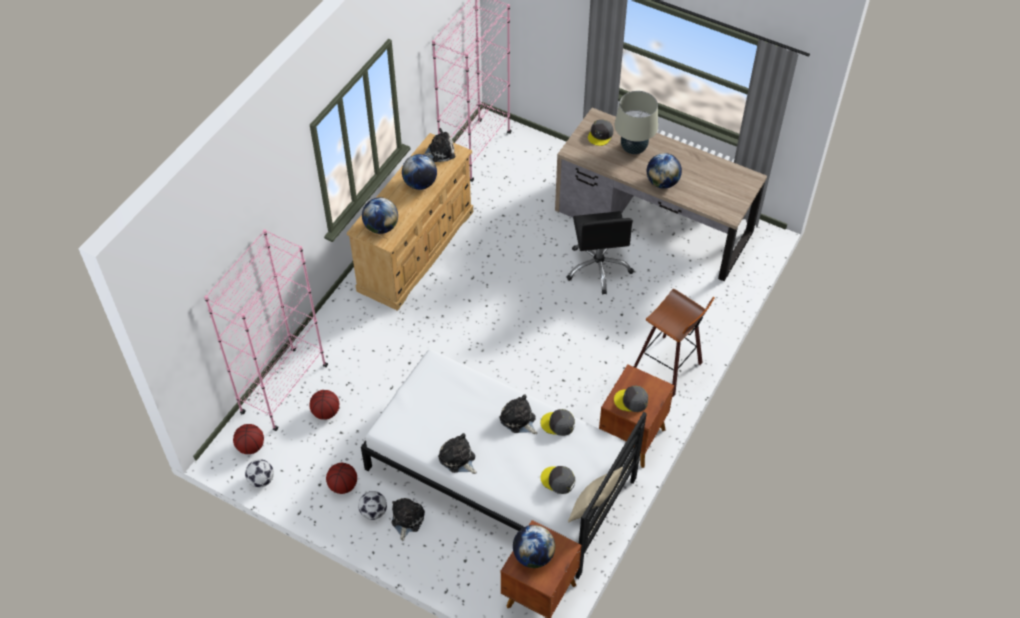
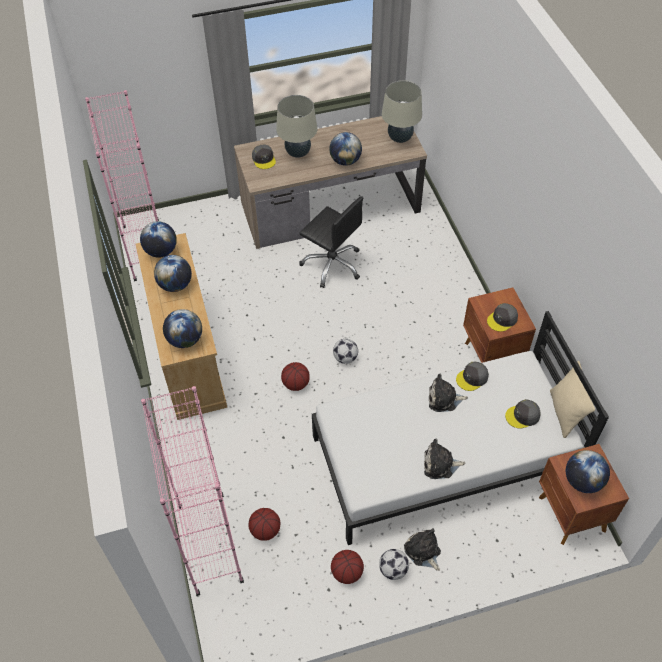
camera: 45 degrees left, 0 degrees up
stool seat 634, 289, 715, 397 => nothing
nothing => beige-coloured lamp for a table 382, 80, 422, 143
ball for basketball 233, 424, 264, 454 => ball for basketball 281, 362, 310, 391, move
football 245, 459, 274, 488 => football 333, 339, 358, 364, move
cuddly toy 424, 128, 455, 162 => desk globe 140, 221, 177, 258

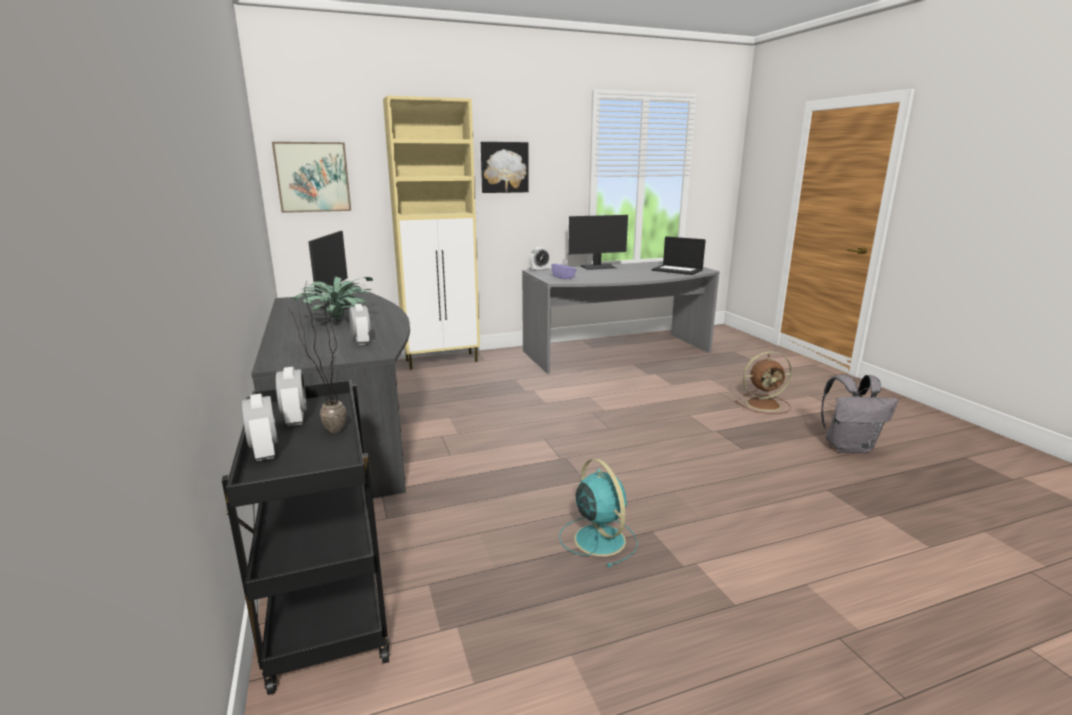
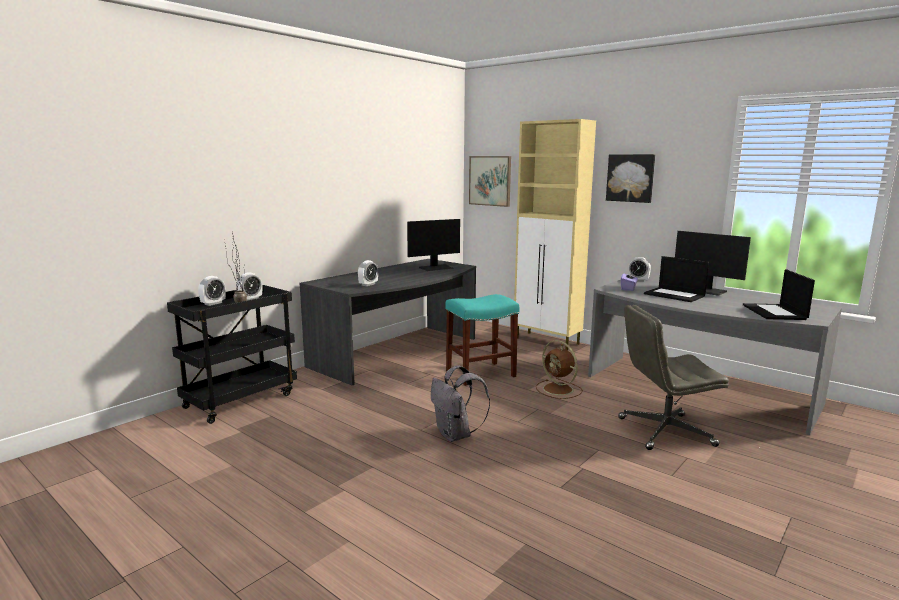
camera: 60 degrees right, 5 degrees down
plant in a pot 293, 276, 373, 322 => nothing
turquoise-coloured fan 559, 458, 638, 567 => nothing
nothing => turquoise-coloured stool seat 445, 294, 519, 386
nothing => gray desk chair 618, 305, 729, 450
nothing => portable computer 644, 256, 709, 302
brown-coloured fan 735, 351, 792, 414 => brown-coloured fan 536, 340, 583, 399, move
gray rucksack 821, 375, 898, 453 => gray rucksack 431, 366, 490, 442, move

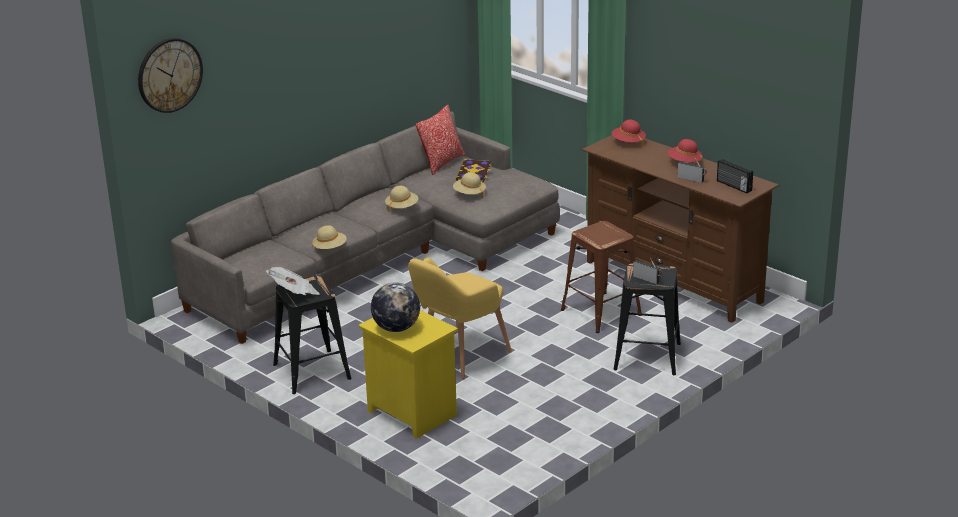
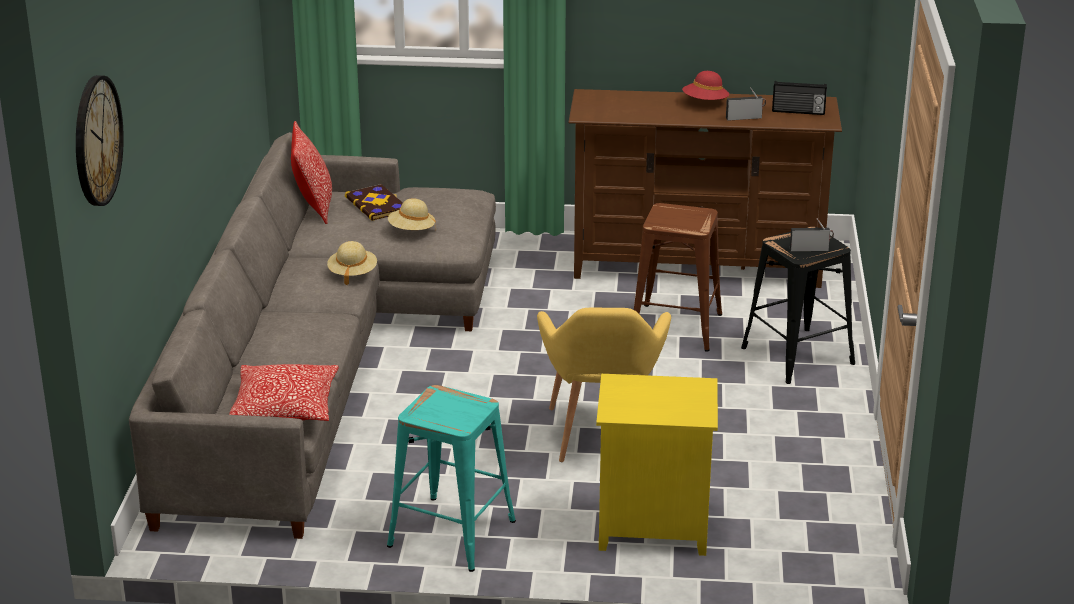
camera: 40 degrees left, 0 degrees up
daily paper 266, 267, 320, 295 => nothing
beige-coloured hat 312, 225, 346, 249 => nothing
desk globe 371, 282, 420, 332 => nothing
reddish hat 612, 120, 646, 147 => nothing
nothing => cushion 229, 364, 339, 421
black stool seat 273, 276, 352, 394 => turquoise-coloured stool seat 387, 385, 516, 572

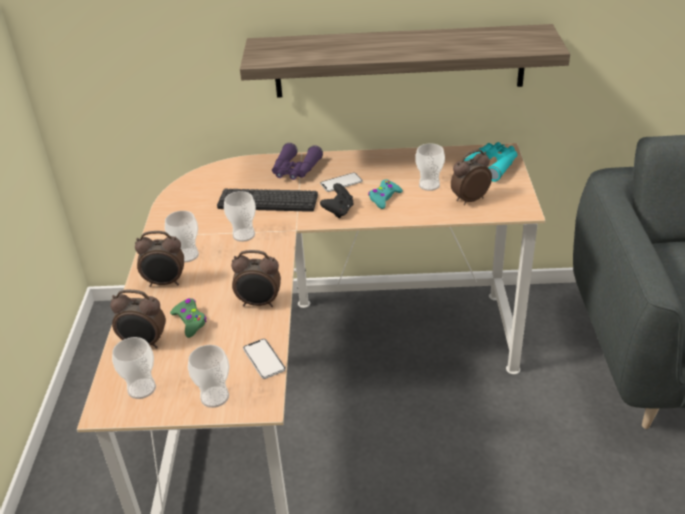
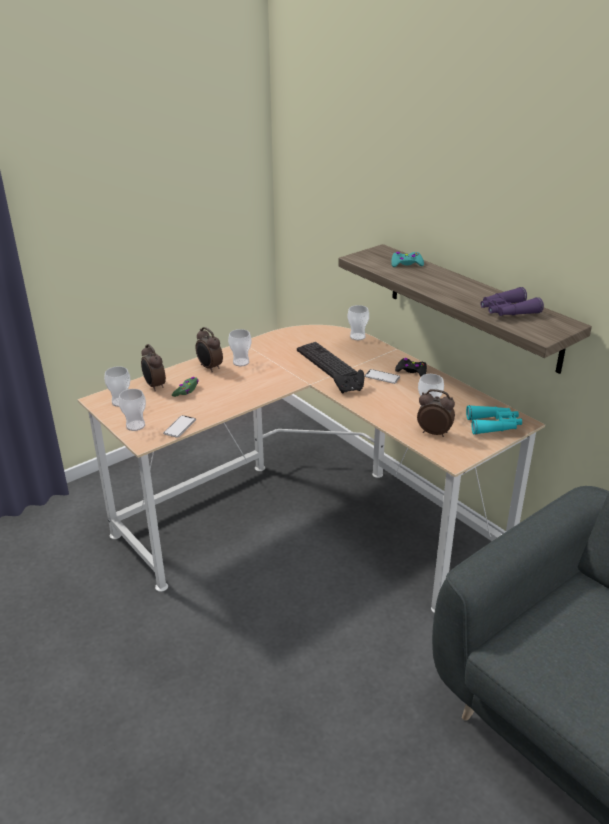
camera: 50 degrees right, 5 degrees down
alarm clock 231, 250, 281, 307 => nothing
nothing => black game controller 395, 358, 427, 376
cup 224, 191, 256, 242 => cup 348, 305, 369, 340, move
purple binoculars 272, 143, 323, 180 => purple binoculars 480, 287, 544, 316, move
turquoise-coloured game controller 368, 179, 403, 209 => turquoise-coloured game controller 391, 252, 424, 267, move

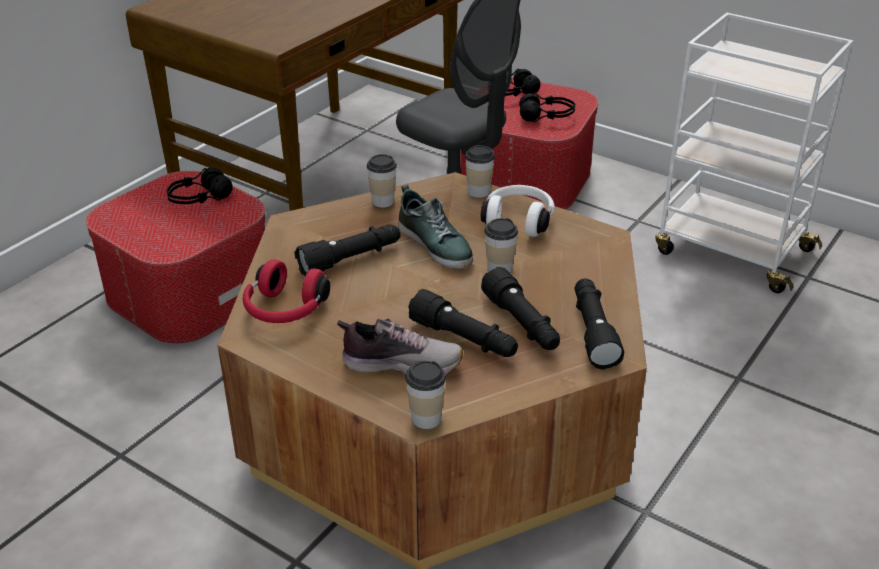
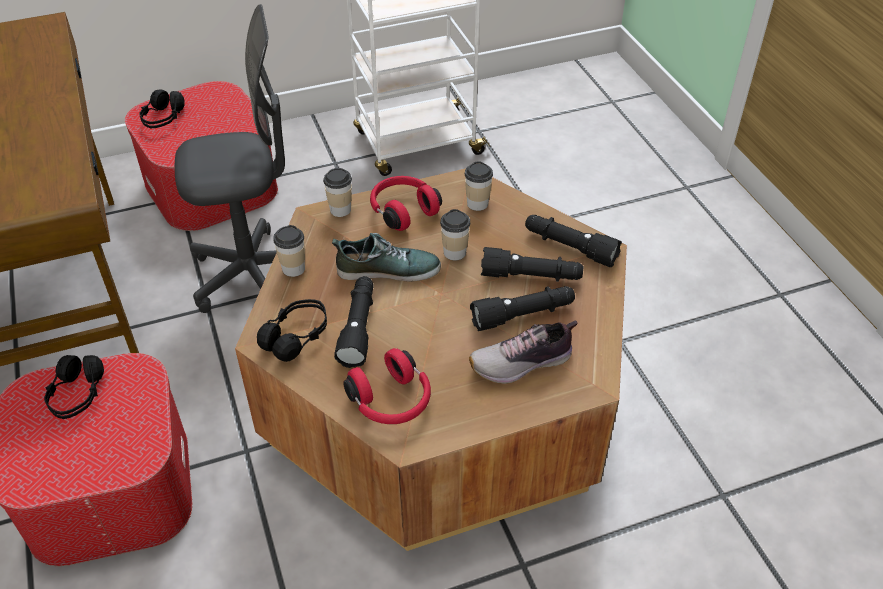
camera: 55 degrees left, 10 degrees up
cup 405, 361, 446, 429 => cup 465, 161, 493, 211, move
black pair of headphones 519, 92, 575, 122 => black pair of headphones 257, 299, 327, 362, move
white-coloured pair of headphones 481, 185, 555, 237 => reddish pair of headphones 370, 176, 442, 231
shoe 337, 318, 463, 374 => shoe 469, 320, 578, 384, 150 degrees counterclockwise

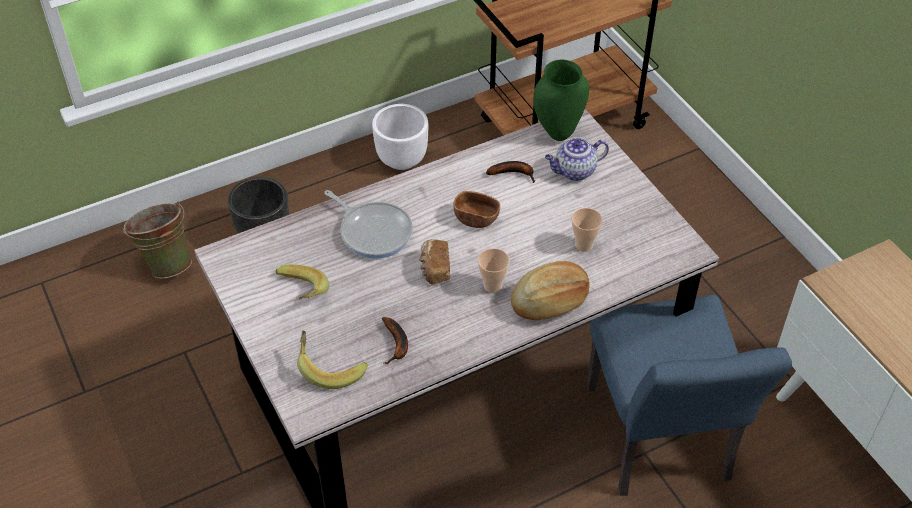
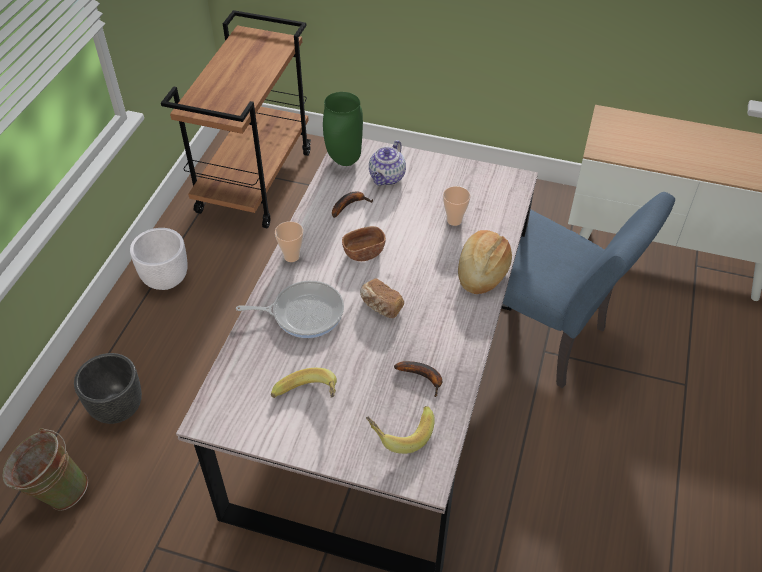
camera: 45 degrees left, 0 degrees up
cup 478, 248, 510, 293 => cup 275, 221, 303, 262, move

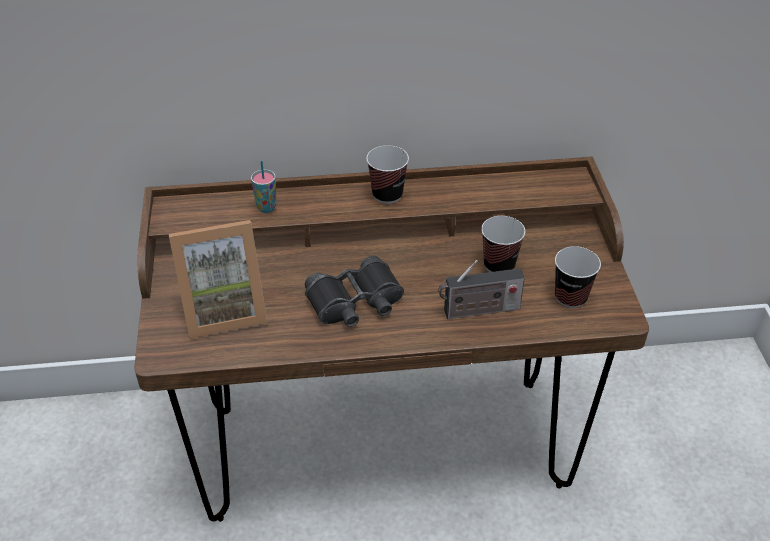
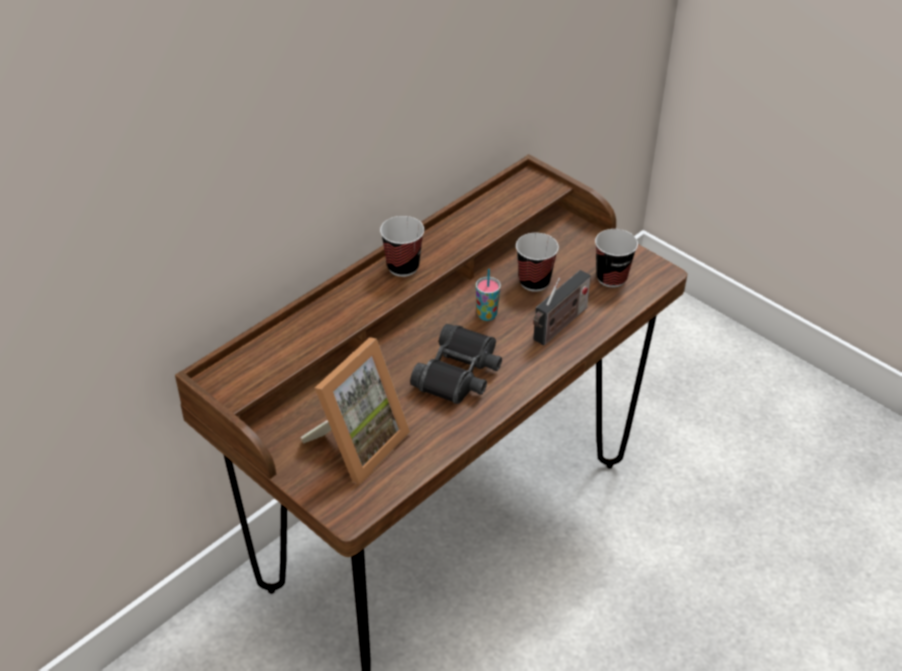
camera: 40 degrees left, 0 degrees up
cup 251, 160, 276, 213 => cup 476, 269, 501, 321, move

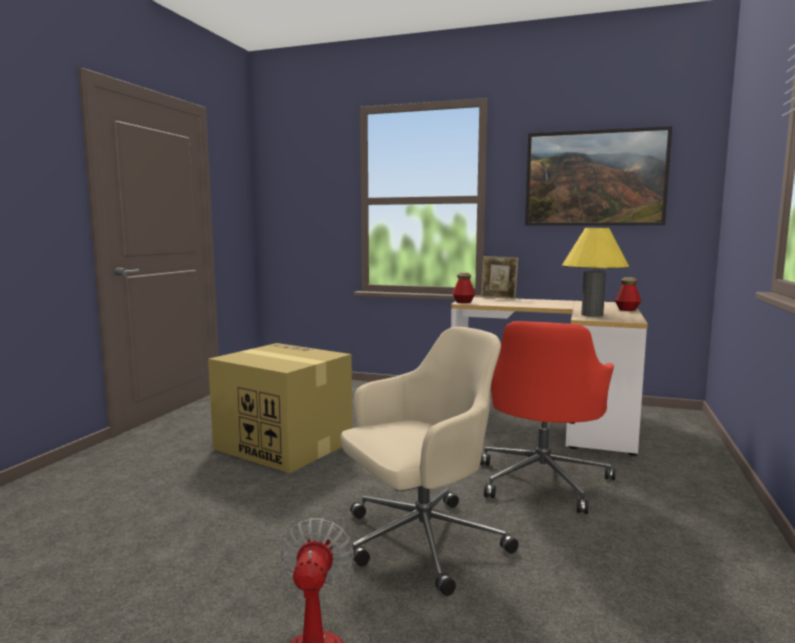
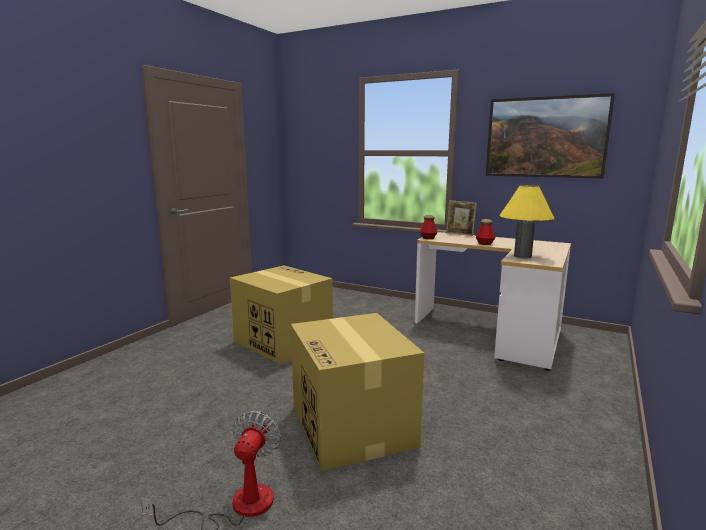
camera: 10 degrees right, 5 degrees up
reddish desk chair 480, 321, 615, 514 => nothing
beverage bottle 615, 277, 641, 311 => beverage bottle 475, 219, 496, 245, move
beige-coloured desk chair 340, 327, 519, 596 => carton 291, 313, 424, 472

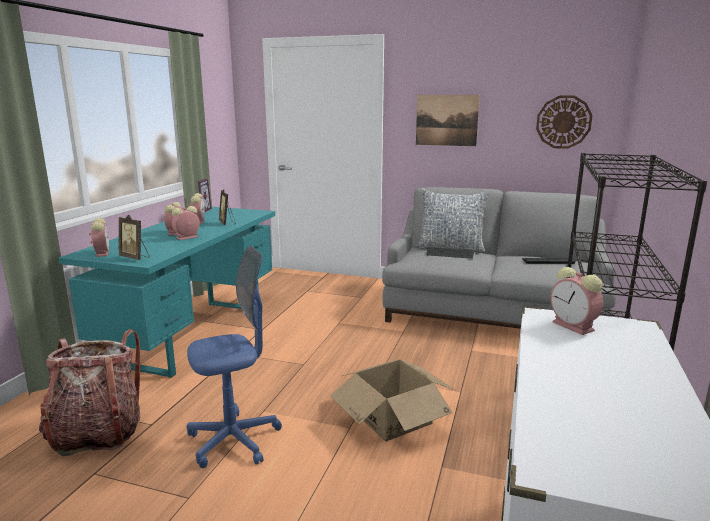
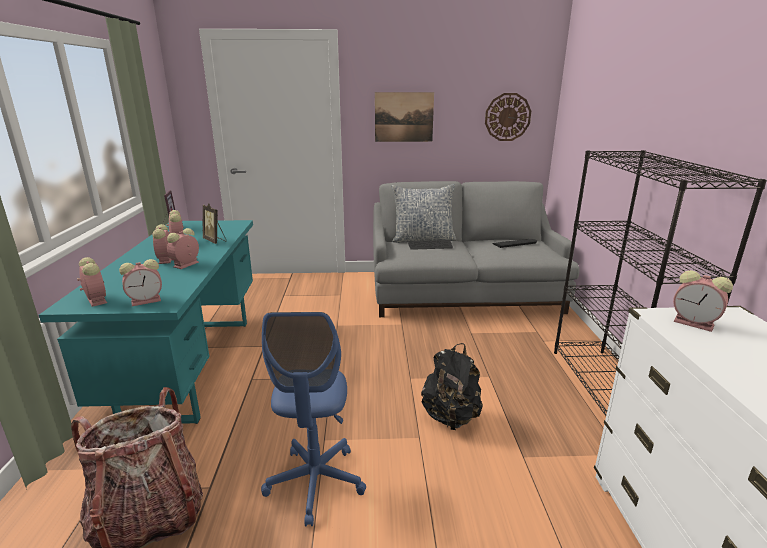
camera: 20 degrees left, 5 degrees up
photo frame 119, 214, 149, 260 => alarm clock 119, 259, 162, 306
carton 330, 359, 456, 442 => black rucksack 421, 343, 483, 430
blue desk chair 187, 245, 282, 468 => blue desk chair 261, 312, 366, 526, 135 degrees clockwise

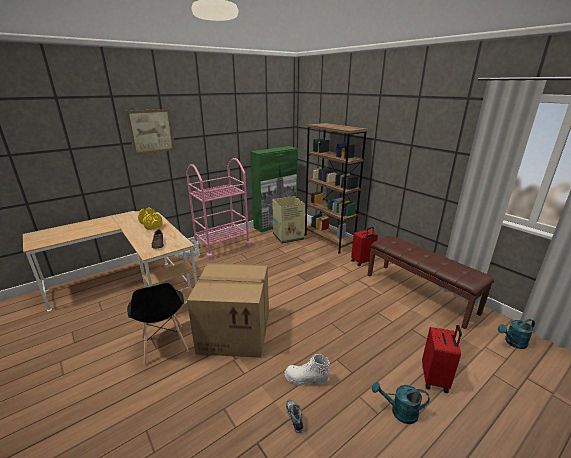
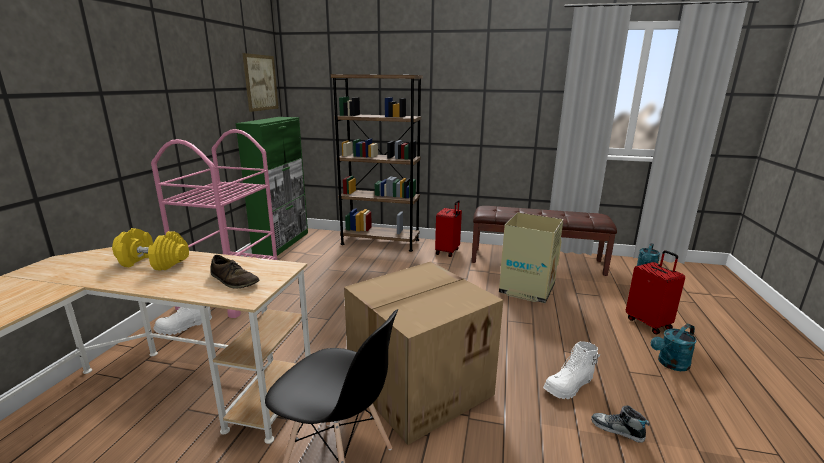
camera: 40 degrees left, 5 degrees down
wall art 126, 109, 175, 155 => wall art 242, 53, 279, 112, move
carton 272, 196, 305, 244 => carton 499, 213, 563, 303, move

